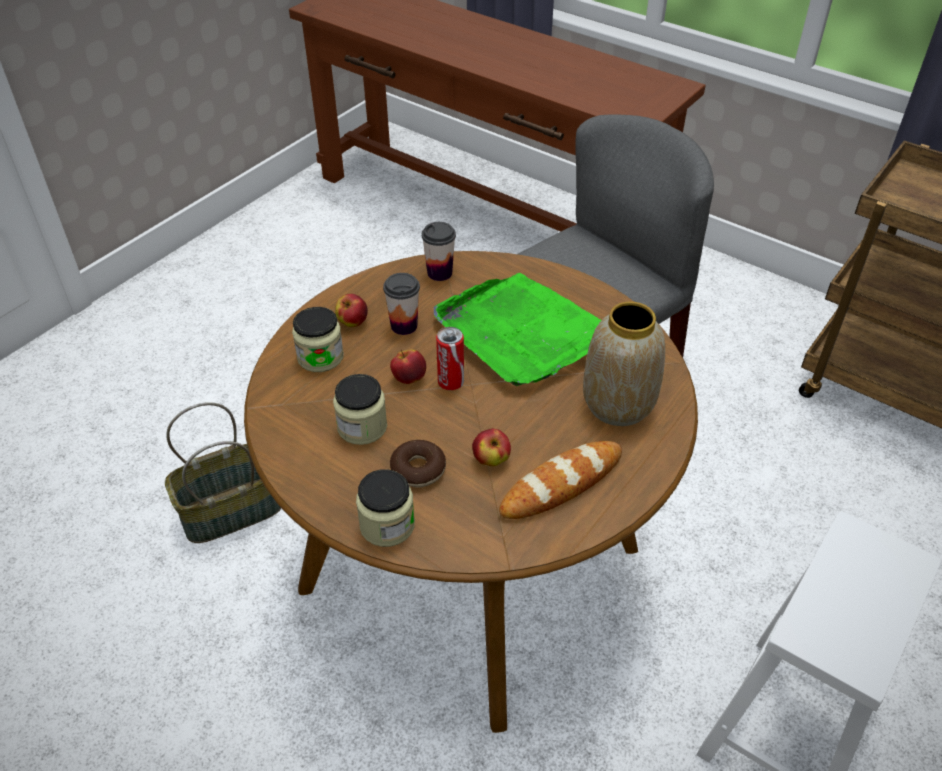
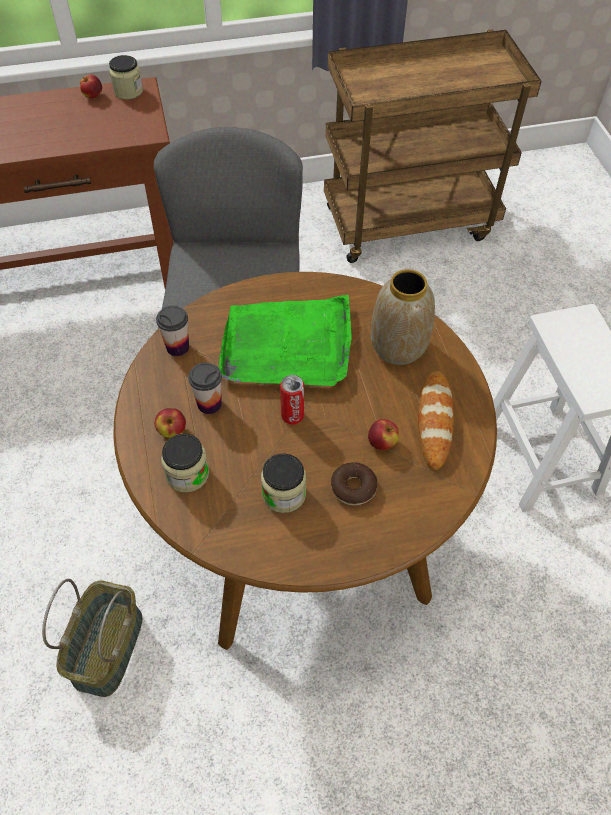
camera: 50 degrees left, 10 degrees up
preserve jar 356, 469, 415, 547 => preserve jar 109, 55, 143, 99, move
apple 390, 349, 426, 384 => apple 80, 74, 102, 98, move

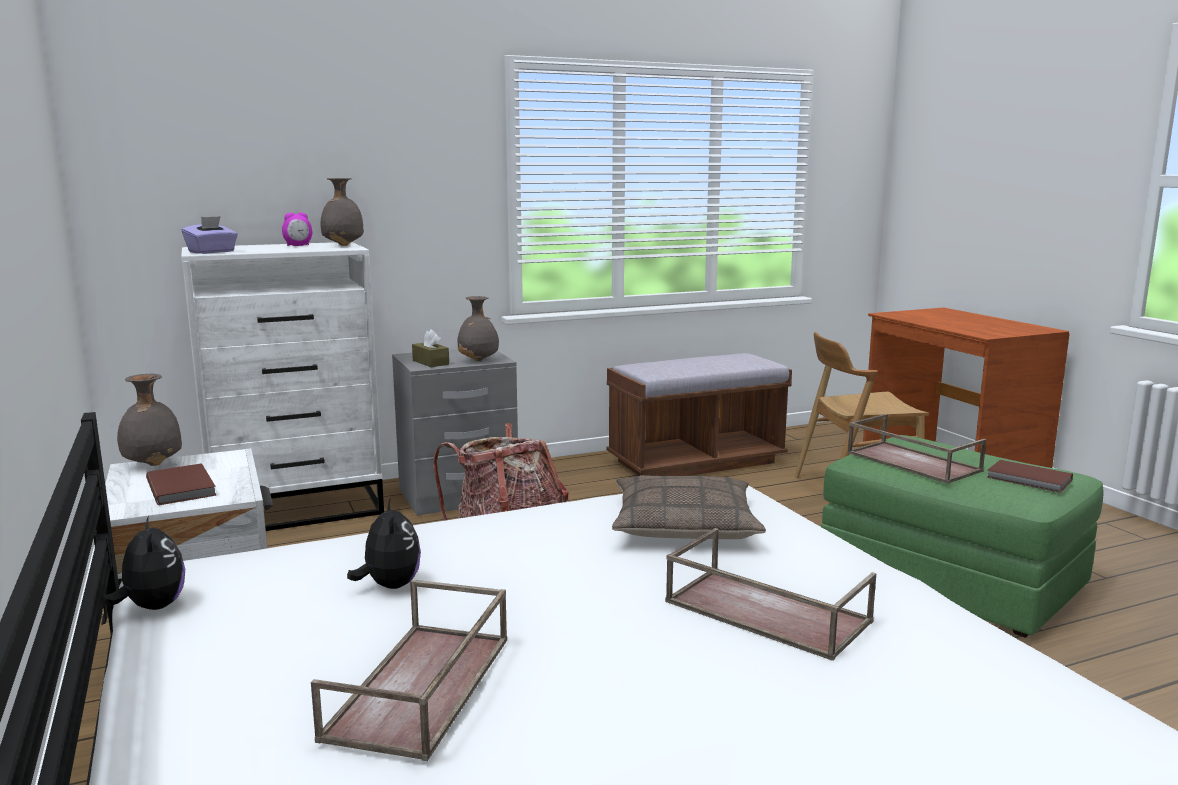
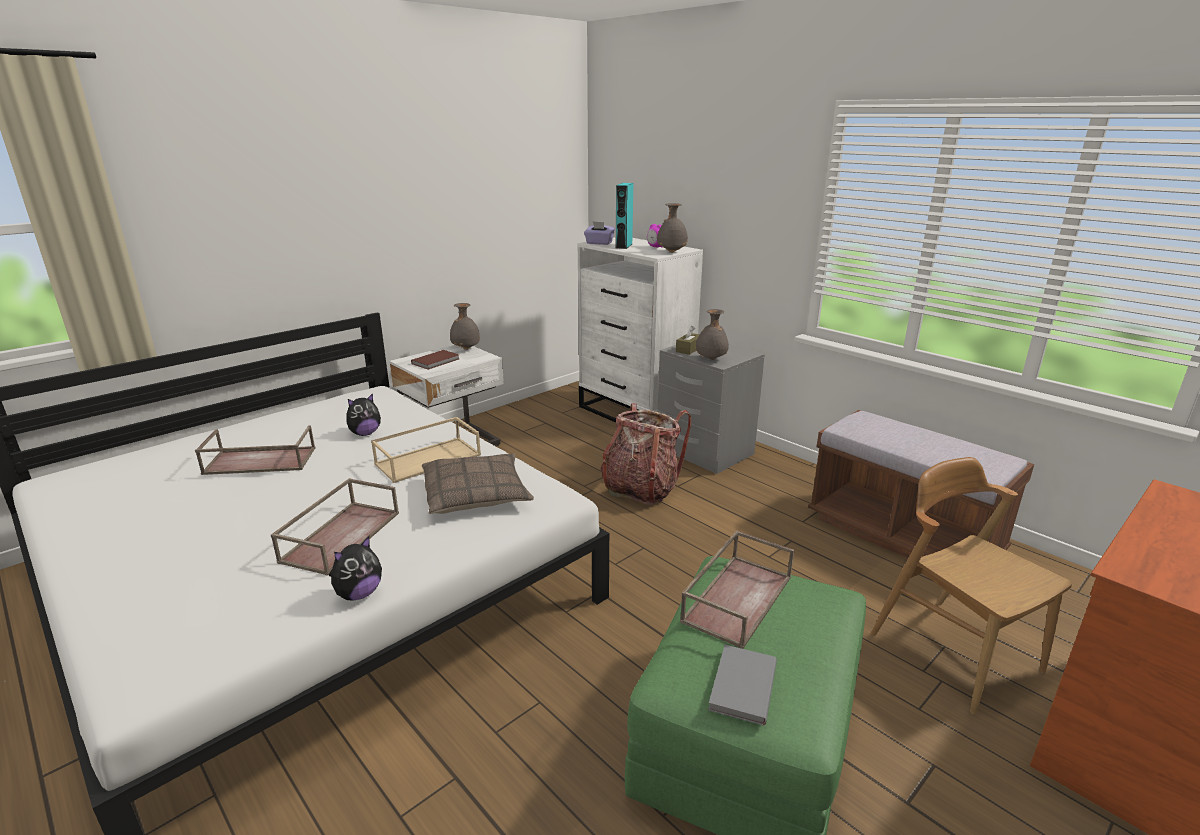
camera: 70 degrees right, 10 degrees up
nothing => beige-coloured carrying tray 371, 417, 481, 483
nothing => turquoise-coloured loudspeaker 616, 183, 633, 249
cuddly toy 102, 515, 185, 610 => cuddly toy 329, 536, 382, 600, move
brown-coloured book 986, 460, 1073, 493 => gray book 708, 645, 777, 725

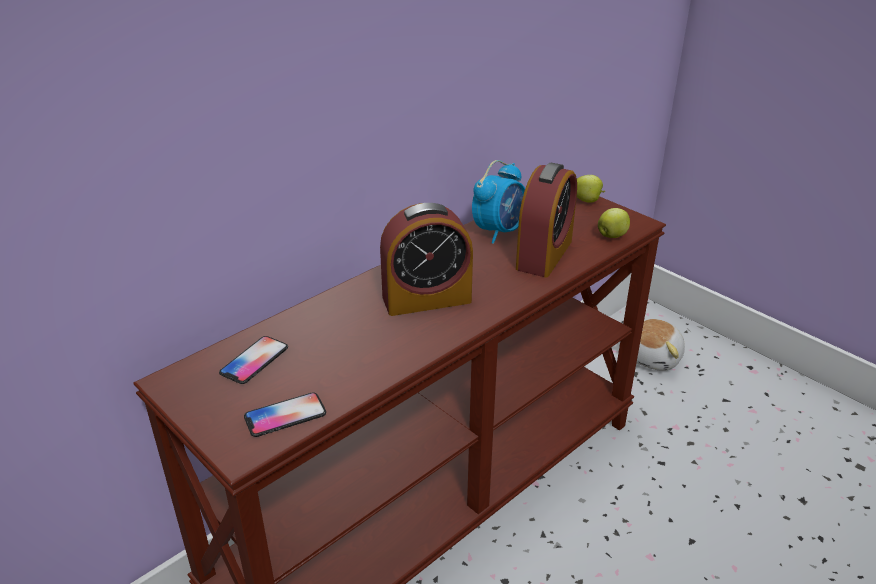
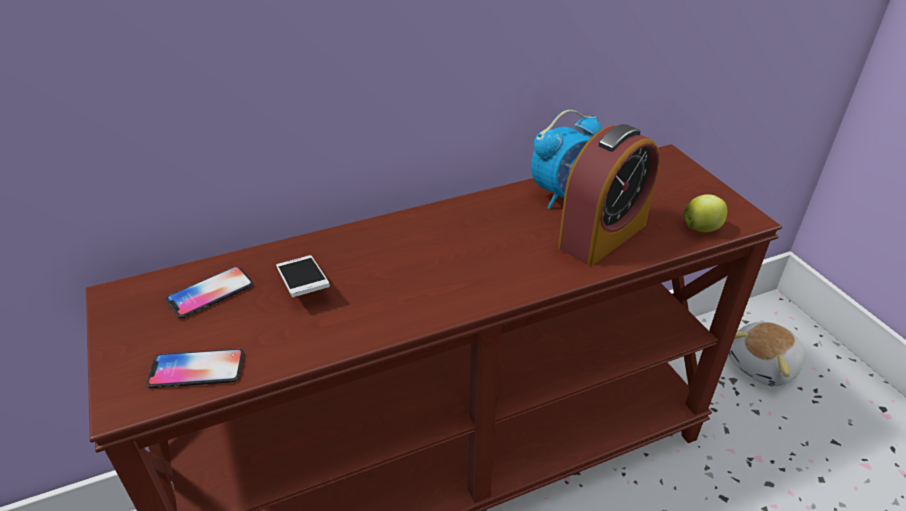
camera: 20 degrees right, 5 degrees up
alarm clock 380, 203, 473, 316 => nothing
apple 577, 175, 605, 203 => nothing
nothing => phone 276, 255, 330, 297

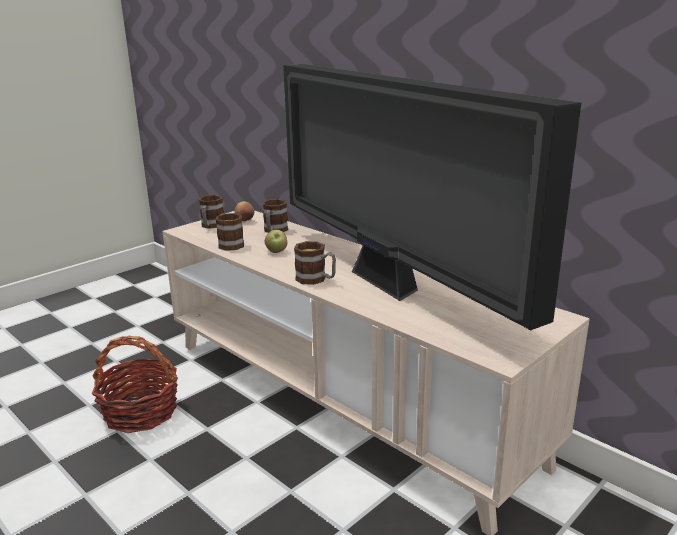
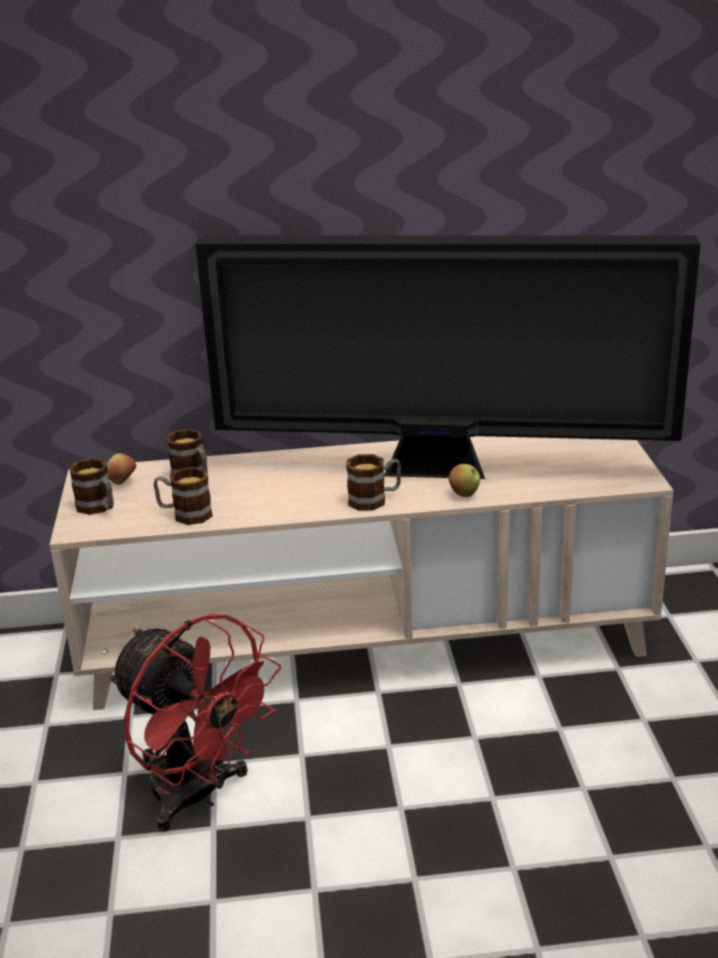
camera: 50 degrees left, 5 degrees up
apple 265, 230, 287, 253 => apple 449, 464, 480, 497, move
household basket 92, 336, 178, 433 => reddish fan 109, 614, 281, 832

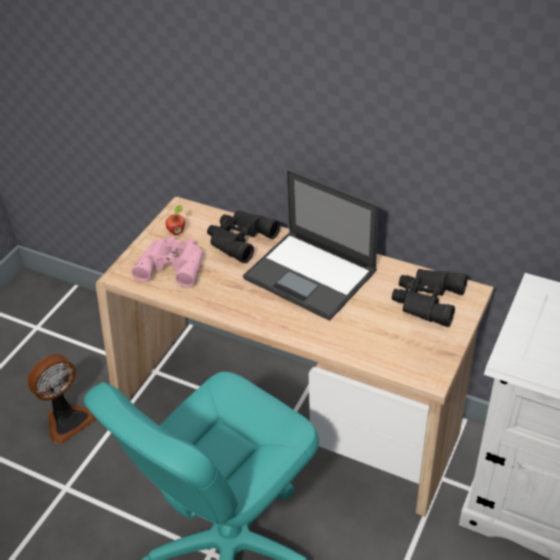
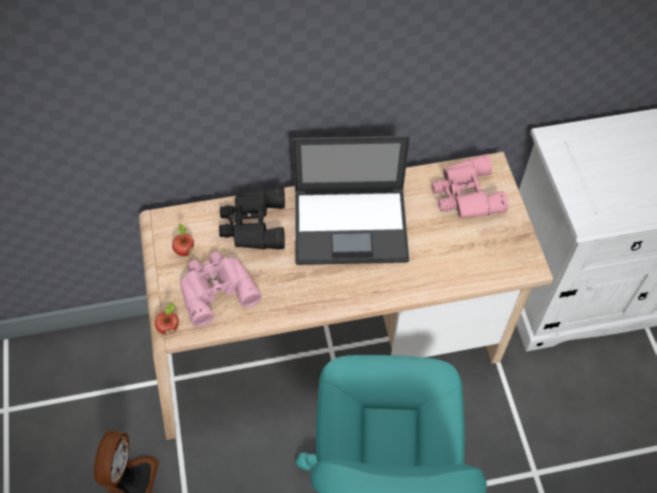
camera: 40 degrees left, 15 degrees up
nothing => apple 155, 302, 179, 334
black binoculars 392, 269, 468, 327 => pink-coloured binoculars 432, 154, 508, 218

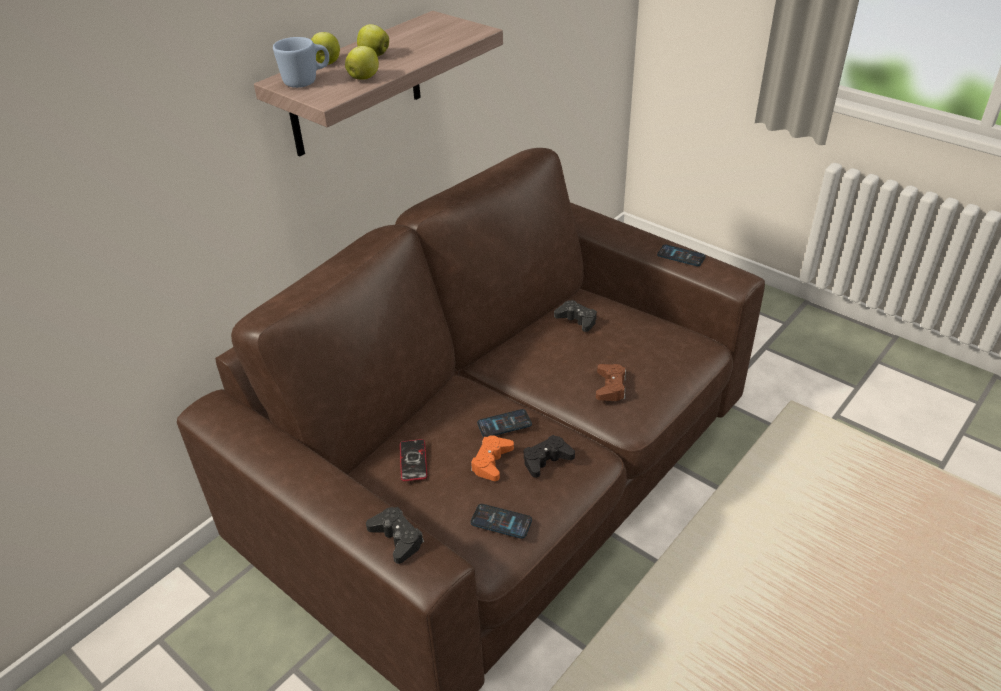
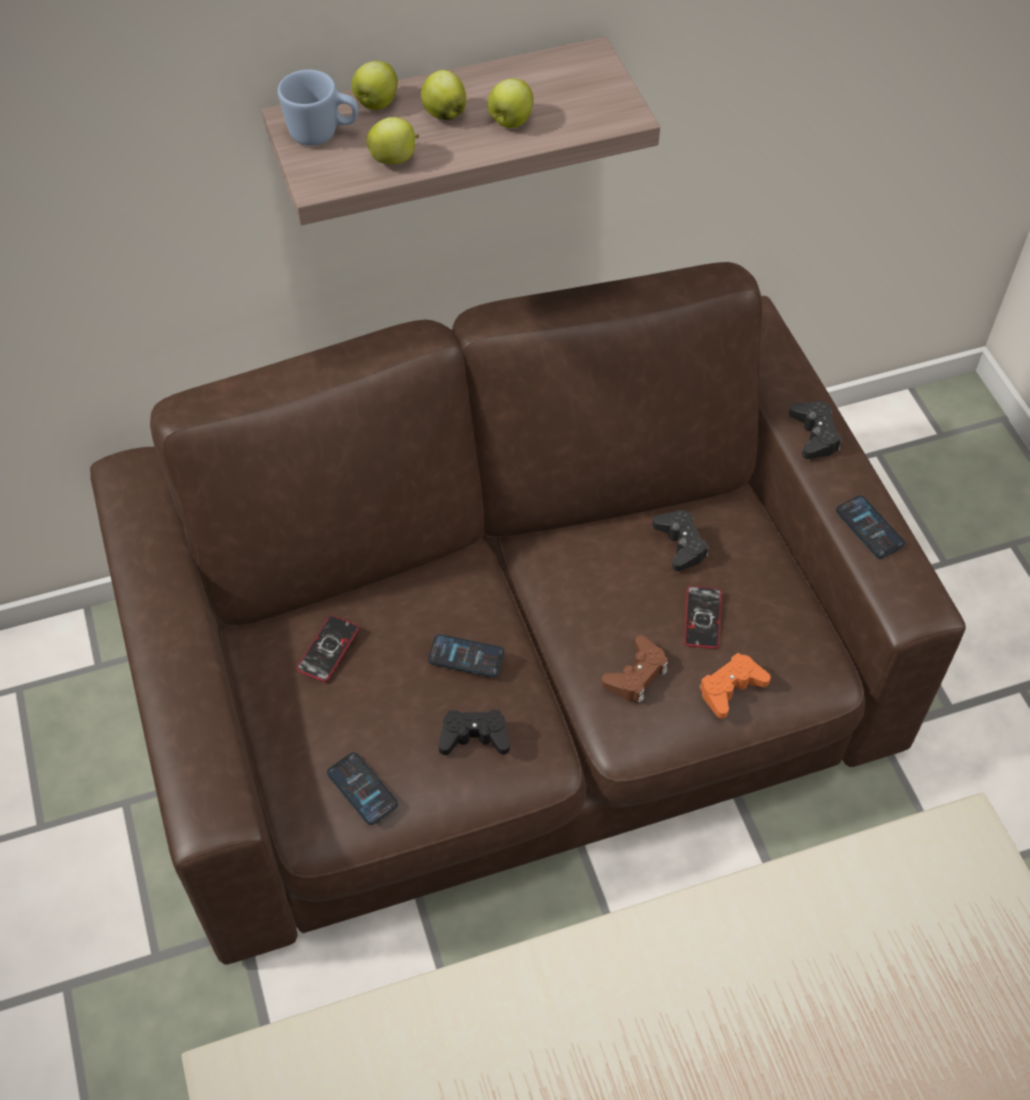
camera: 30 degrees right, 15 degrees up
nothing => apple 488, 78, 534, 128
nothing => phone 684, 586, 721, 649
black game controller 366, 507, 424, 564 => black game controller 789, 401, 842, 459, move
orange-coloured game controller 471, 435, 514, 481 => orange-coloured game controller 699, 653, 771, 718, move

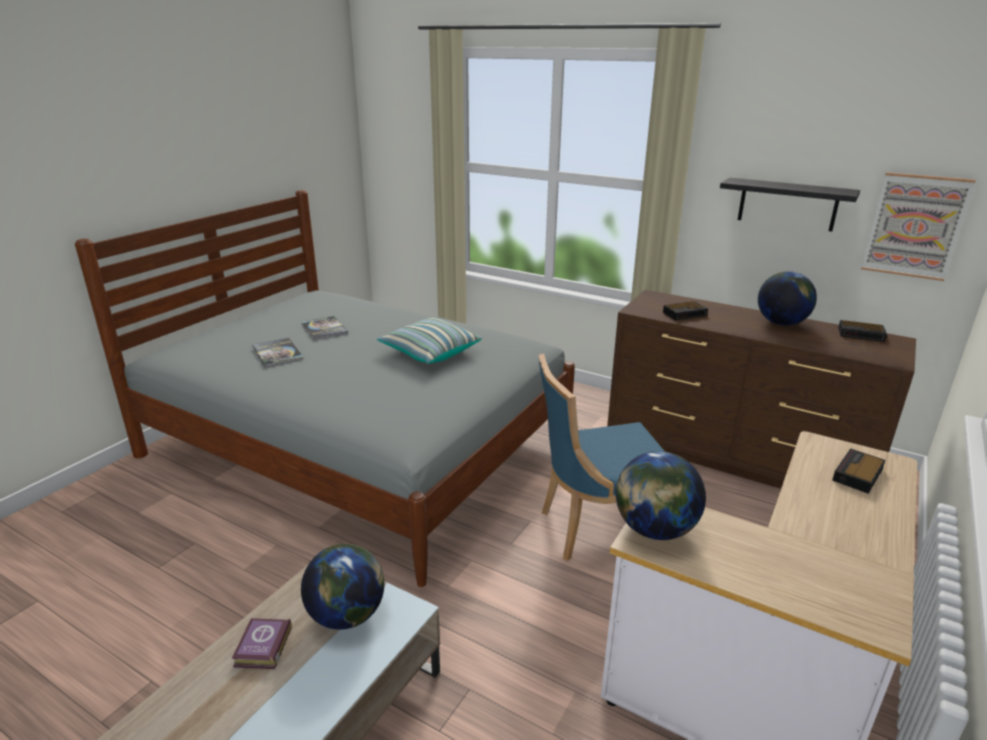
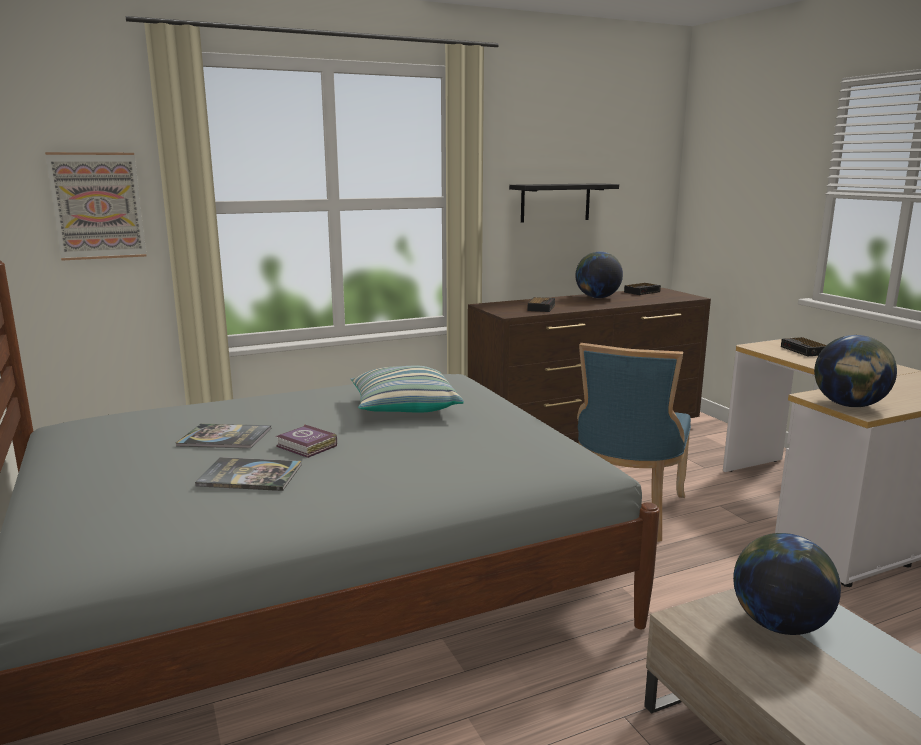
camera: 55 degrees left, 10 degrees down
book 232, 618, 292, 669 => book 276, 425, 337, 458, move
wall art 861, 172, 976, 281 => wall art 45, 152, 146, 261, move

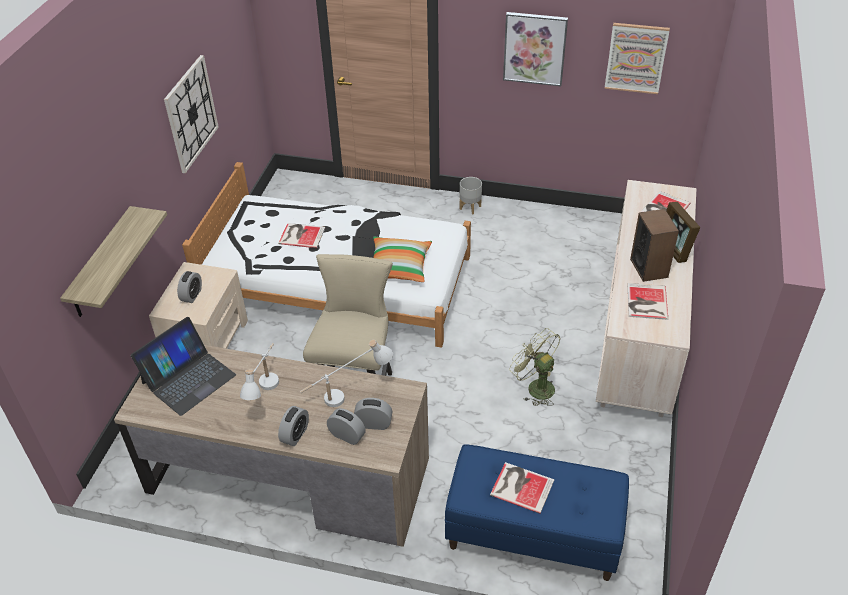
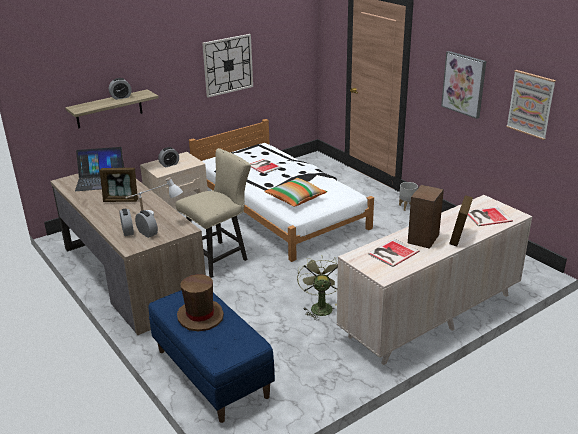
camera: 40 degrees right, 15 degrees down
alarm clock 278, 406, 309, 446 => alarm clock 109, 78, 132, 100, move
white-coloured lamp for a table 240, 343, 279, 400 => photo frame 99, 168, 138, 202
book 490, 462, 554, 514 => brown-coloured hat 177, 275, 224, 331

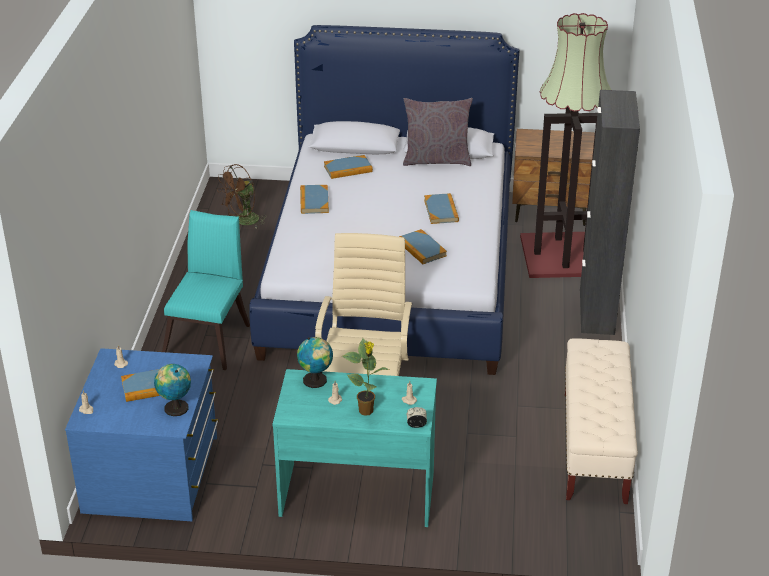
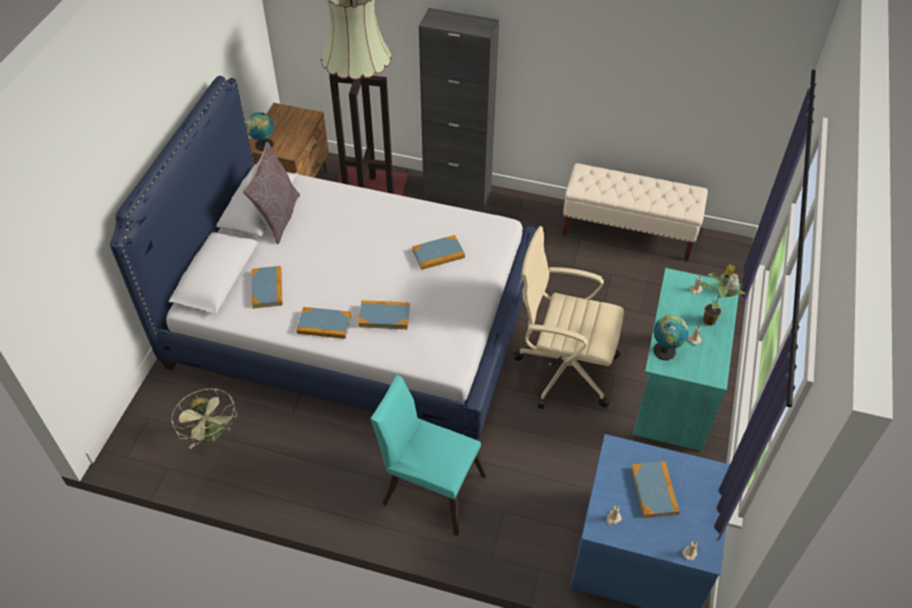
camera: 80 degrees left, 15 degrees up
desk globe 154, 364, 191, 416 => desk globe 246, 112, 274, 151, move
book 424, 193, 459, 224 => book 358, 300, 410, 329, move
brown-coloured fan 217, 164, 267, 228 => greenish fan 171, 388, 237, 449

